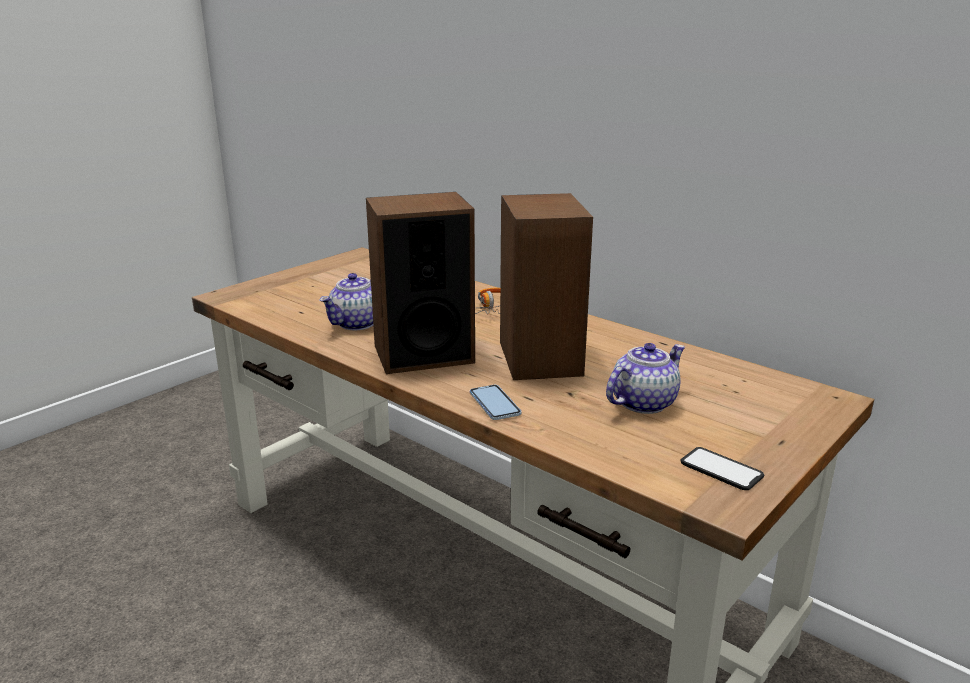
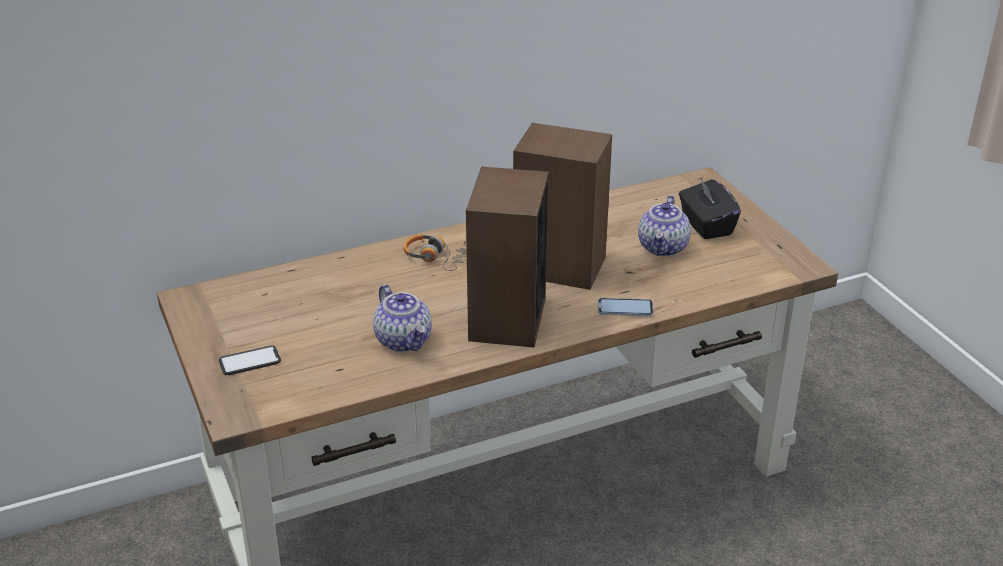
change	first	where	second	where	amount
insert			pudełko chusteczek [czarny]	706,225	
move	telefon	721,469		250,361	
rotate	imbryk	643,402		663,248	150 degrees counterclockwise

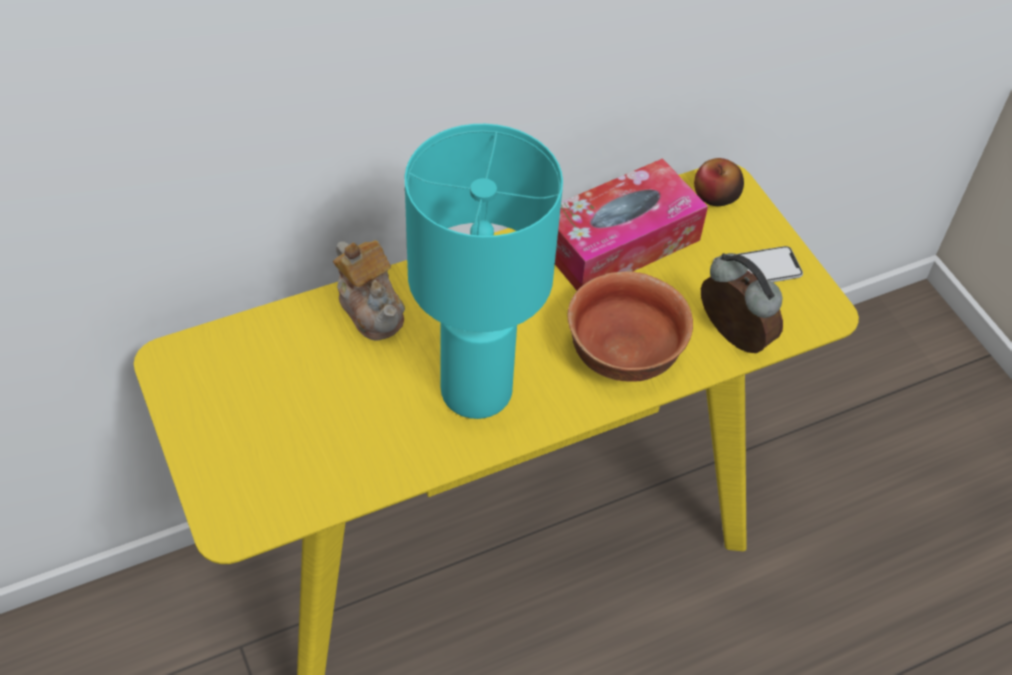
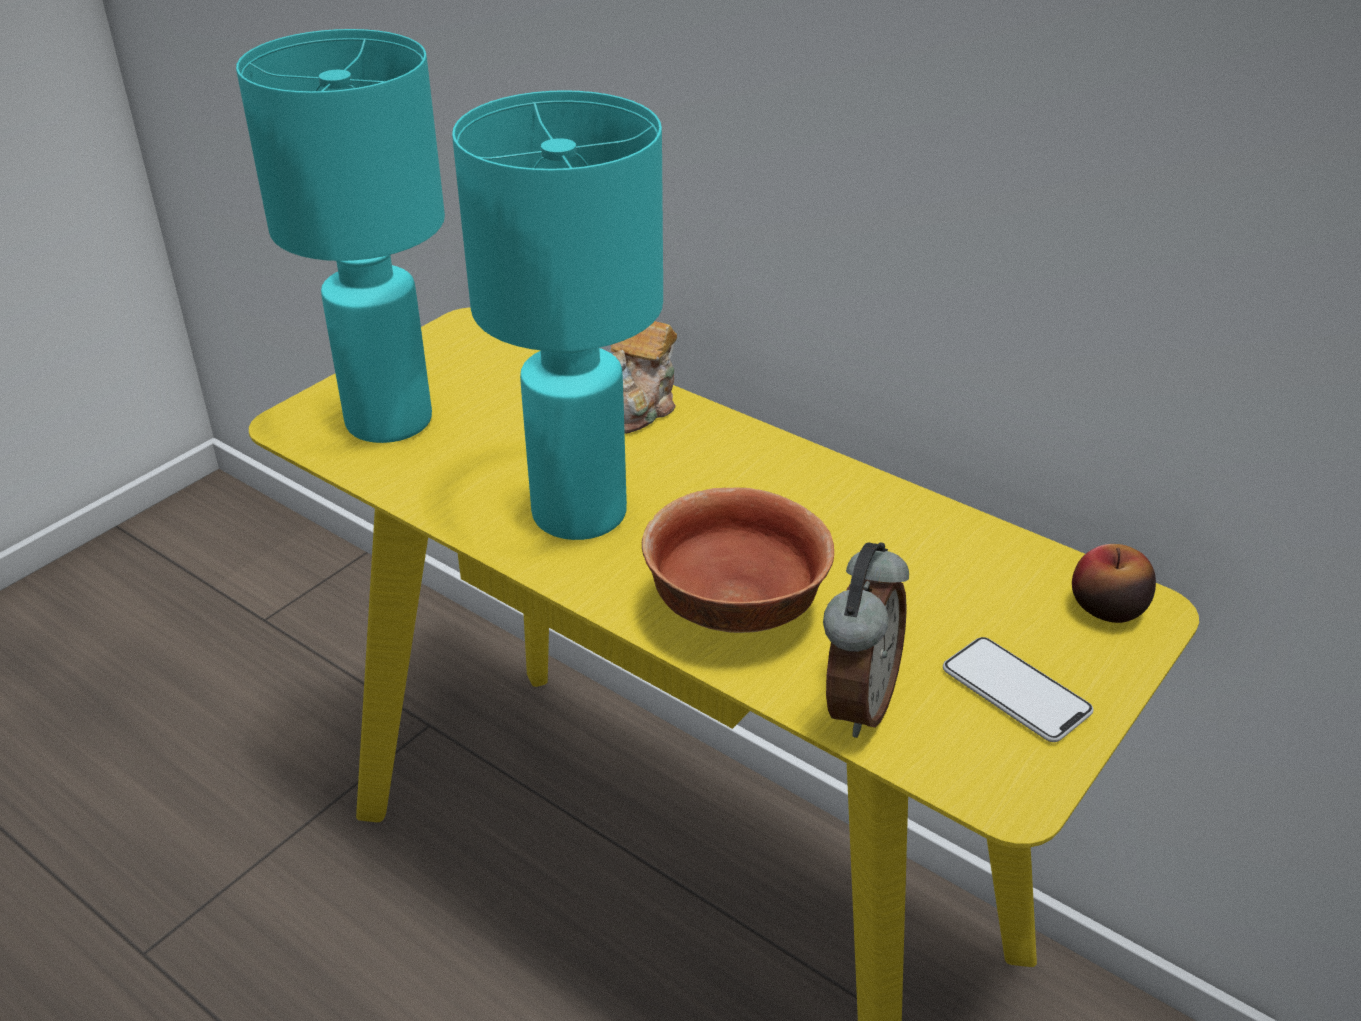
change	first	where	second	where	amount
delete	pudełko chusteczek	619,242			
insert			lampa stołowa [turkusowy]	386,422	

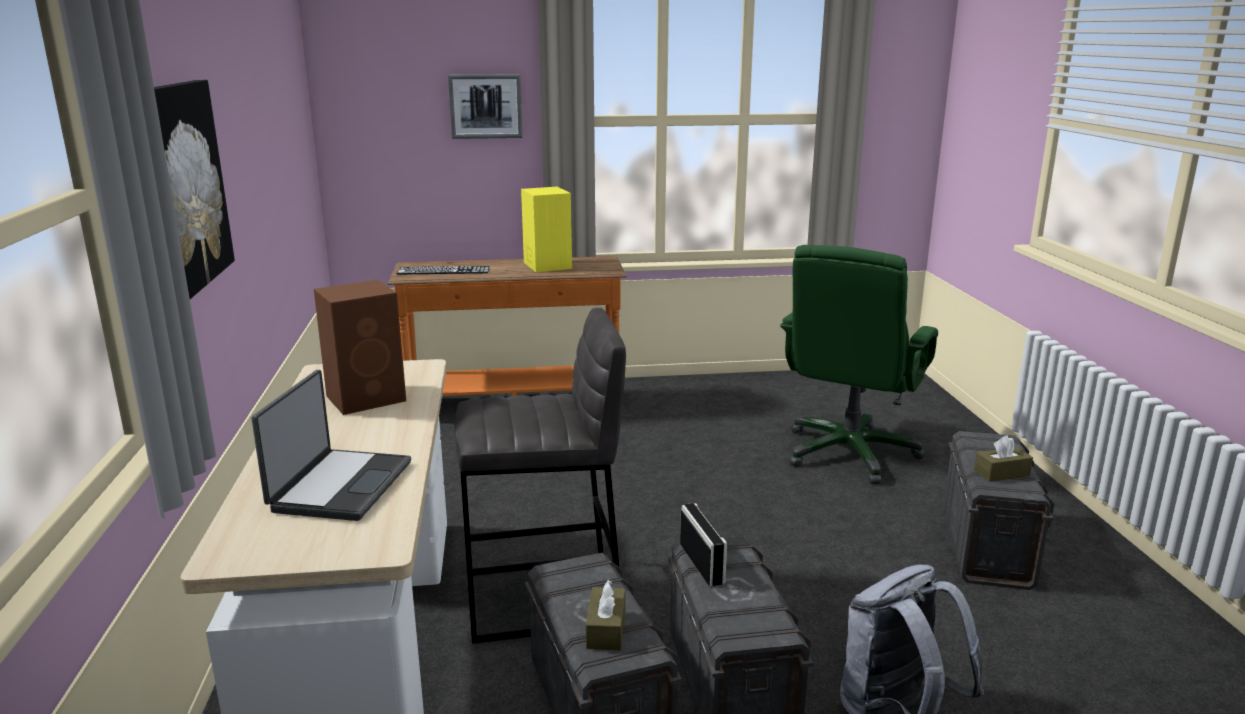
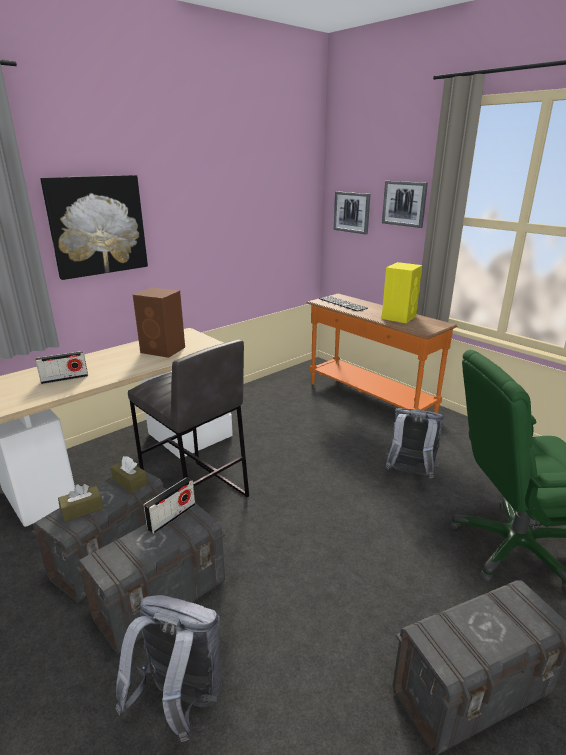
change	first	where	second	where	amount
insert			obraz	352,212	
insert			plecak [szary]	410,474	
move	pudełko chusteczek [brązowy]	1001,473		130,481	
replace	laptop	340,486	radio	64,378	

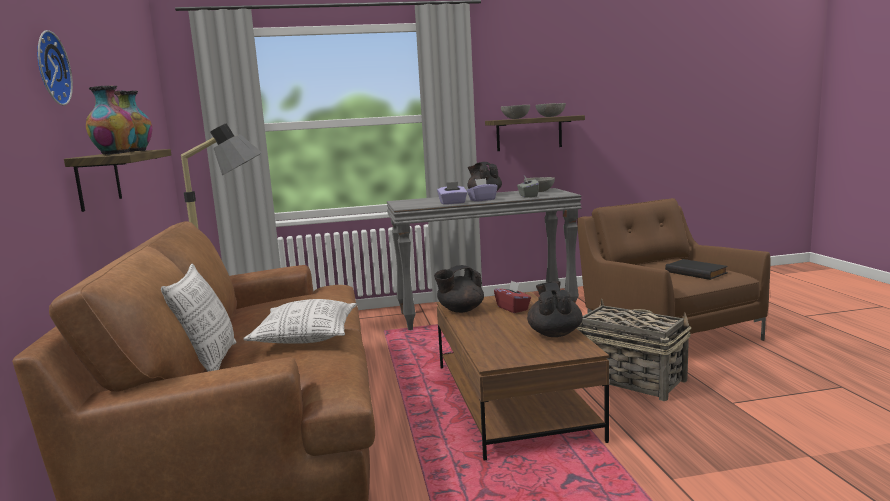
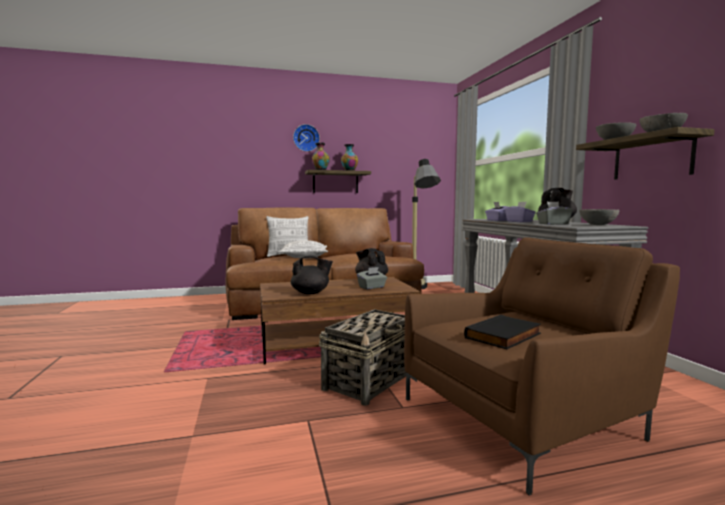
change	first	where	second	where	amount
recolor	pudełko chusteczek [czerwony]	513,308	pudełko chusteczek [szary]	372,287	

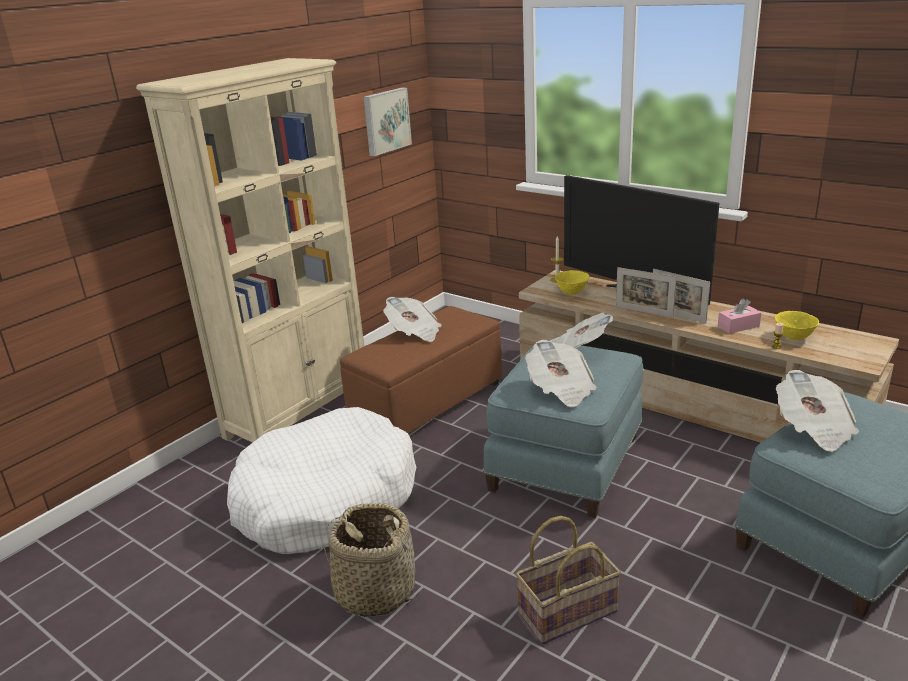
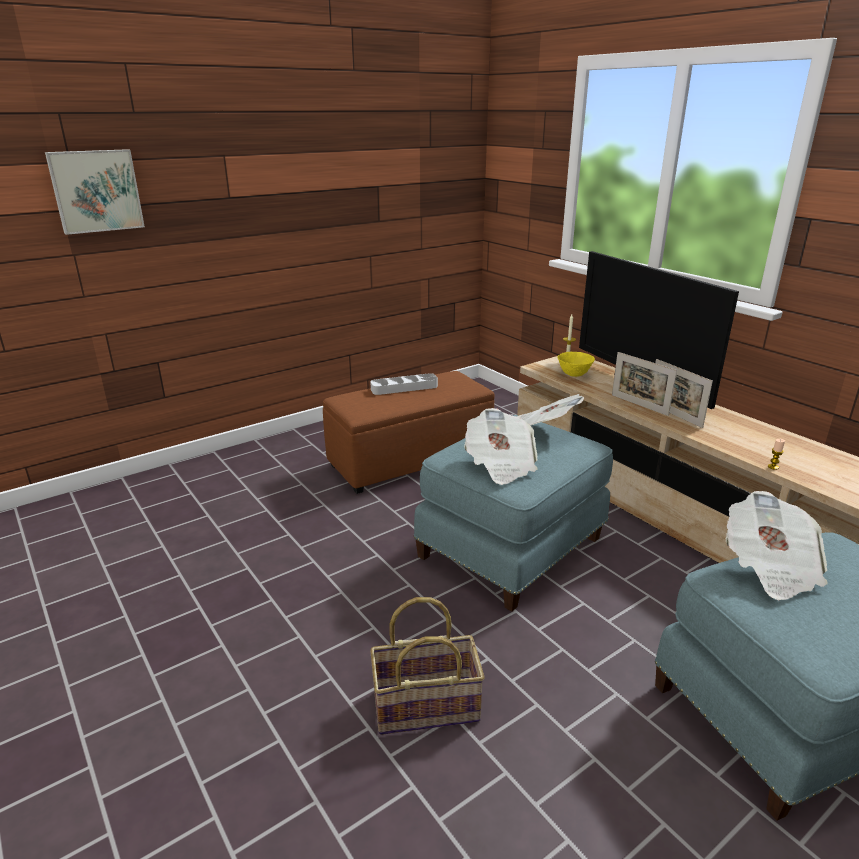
change	first	where	second	where	amount
delete	regał [beżowy]	300,411			
delete	legowisko [biały]	326,500			
delete	koszyk	375,591			
delete	pudełko chusteczek [różowy]	738,326			
delete	miska [żółty]	794,337			
move	obraz	385,121		96,191	
replace	gazeta	414,332	taca [szary]	404,388	

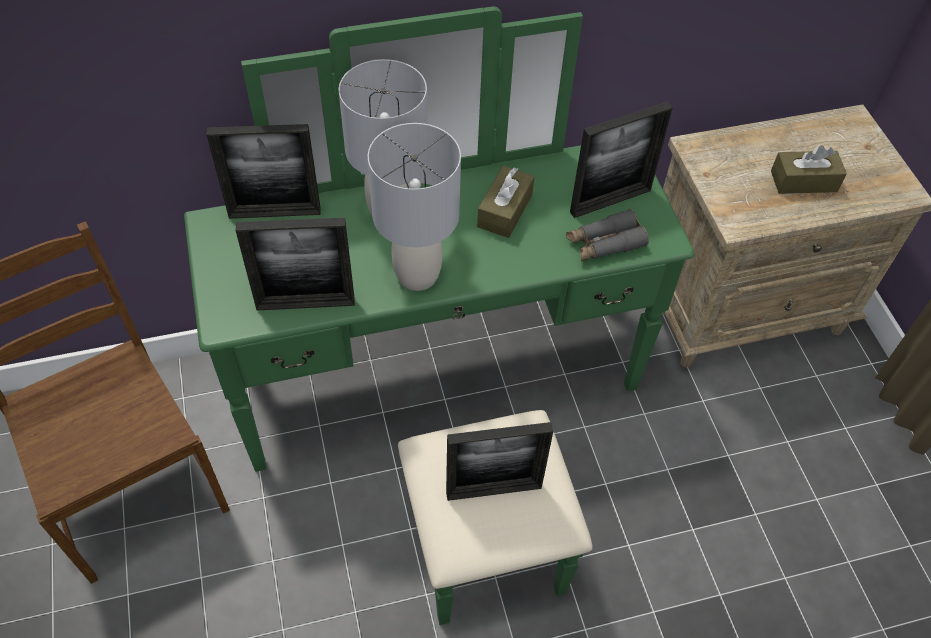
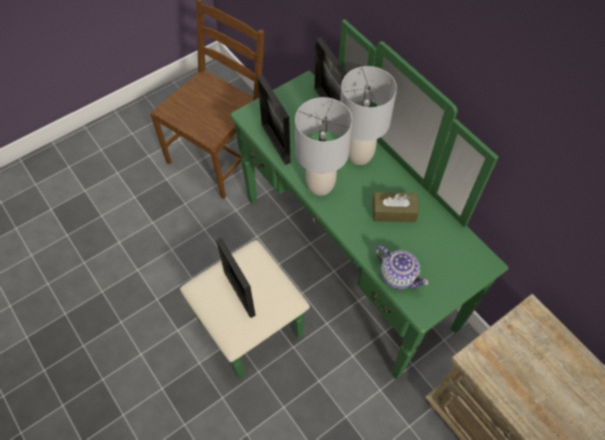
change	first	where	second	where	amount
delete	ramka na zdjęcie	610,201			
delete	pudełko chusteczek [brązowy]	803,181			
replace	lornetka [szary]	604,243	imbryk	398,275	

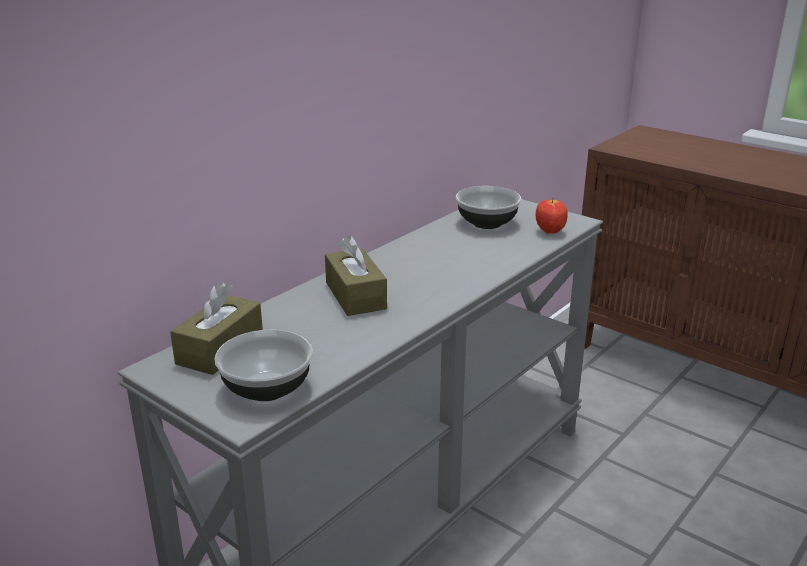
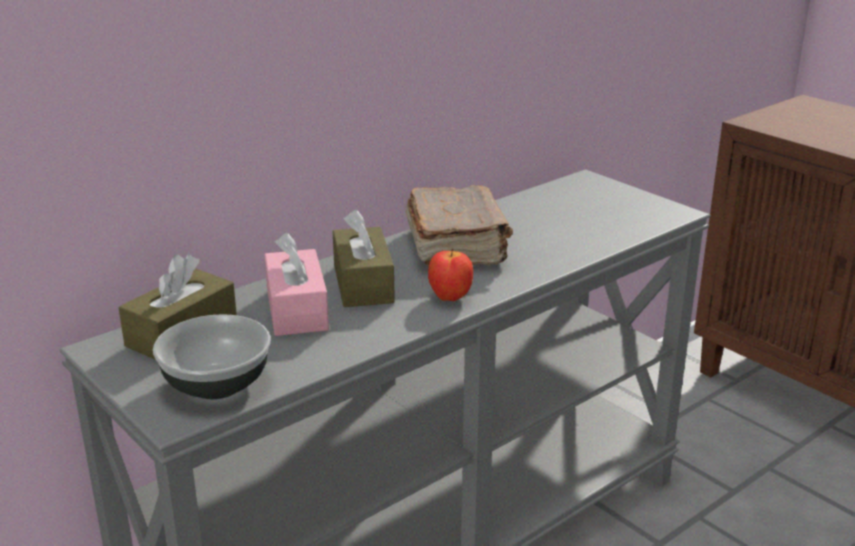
change	first	where	second	where	amount
delete	miska	486,223			
insert			pudełko chusteczek [różowy]	297,310	
insert			książka [brązowy]	457,246	
move	jabłko	549,232		449,298	

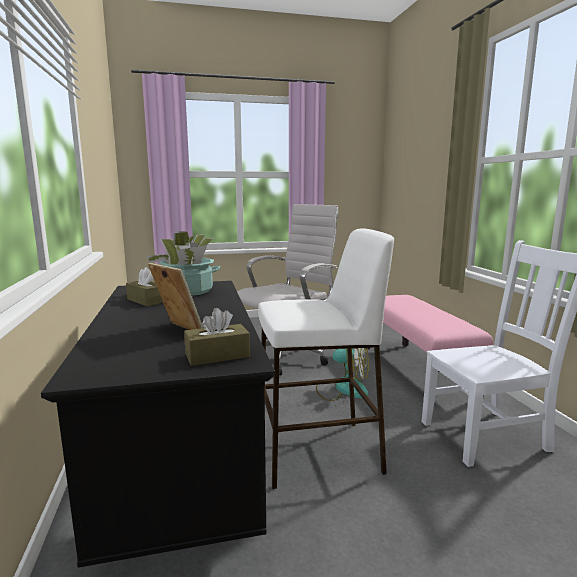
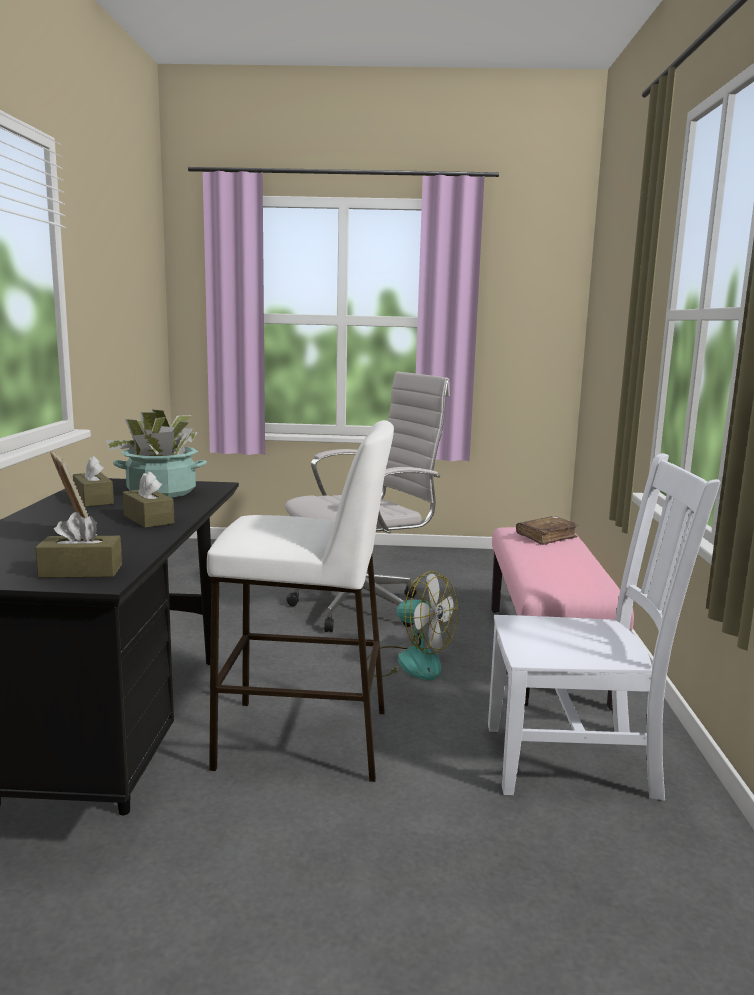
change	first	where	second	where	amount
insert			pudełko chusteczek [brązowy]	148,519	
insert			książka [brązowy]	546,537	

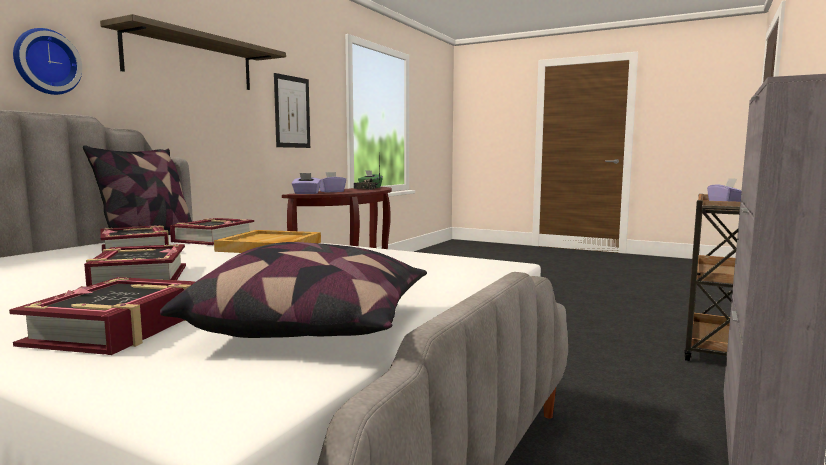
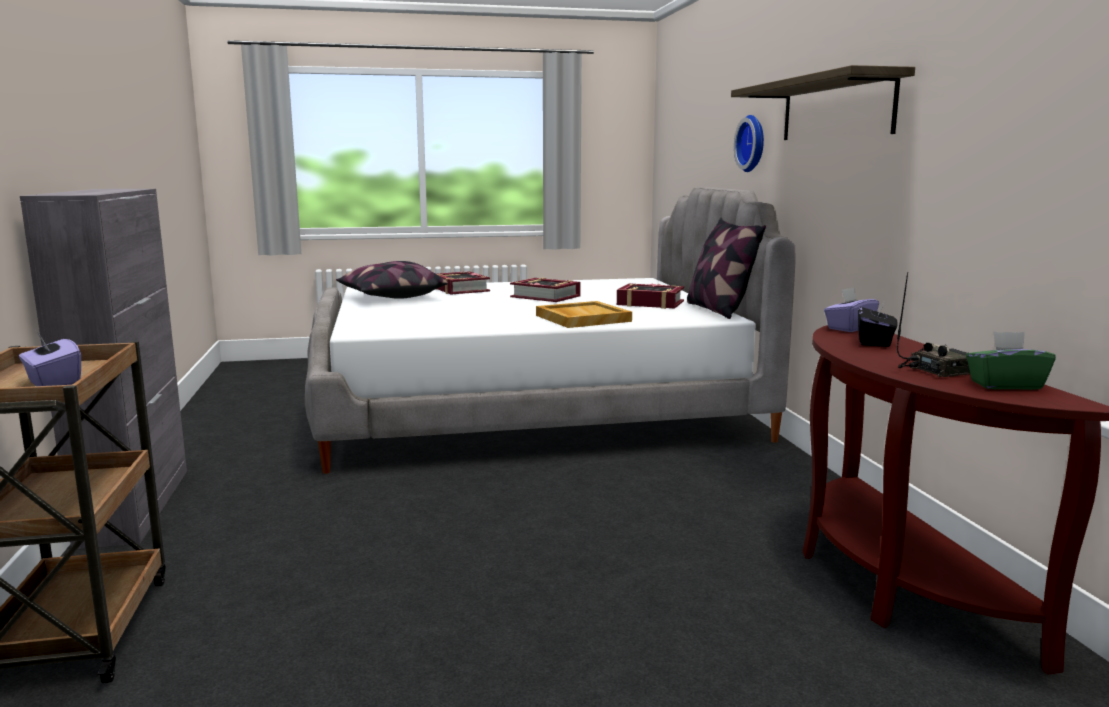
change	first	where	second	where	amount
delete	książka	213,239			
delete	obraz	292,112			
recolor	pudełko chusteczek [fioletowy]	331,191	pudełko chusteczek [czarny]	875,342	

